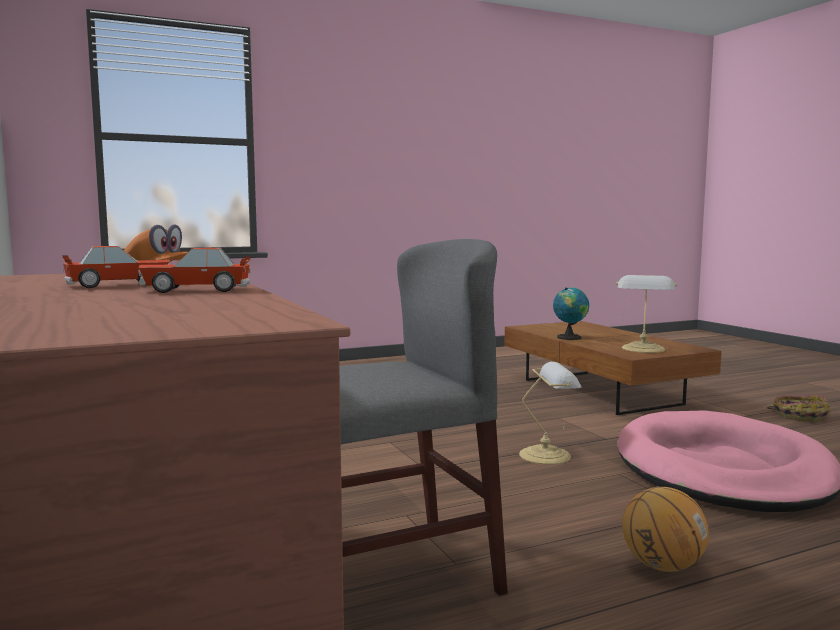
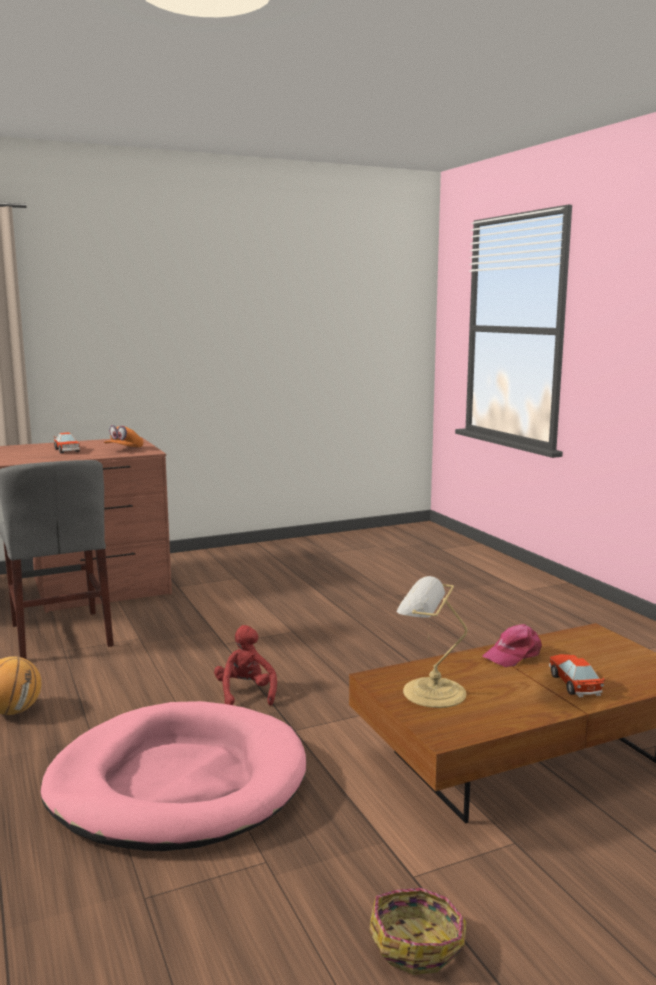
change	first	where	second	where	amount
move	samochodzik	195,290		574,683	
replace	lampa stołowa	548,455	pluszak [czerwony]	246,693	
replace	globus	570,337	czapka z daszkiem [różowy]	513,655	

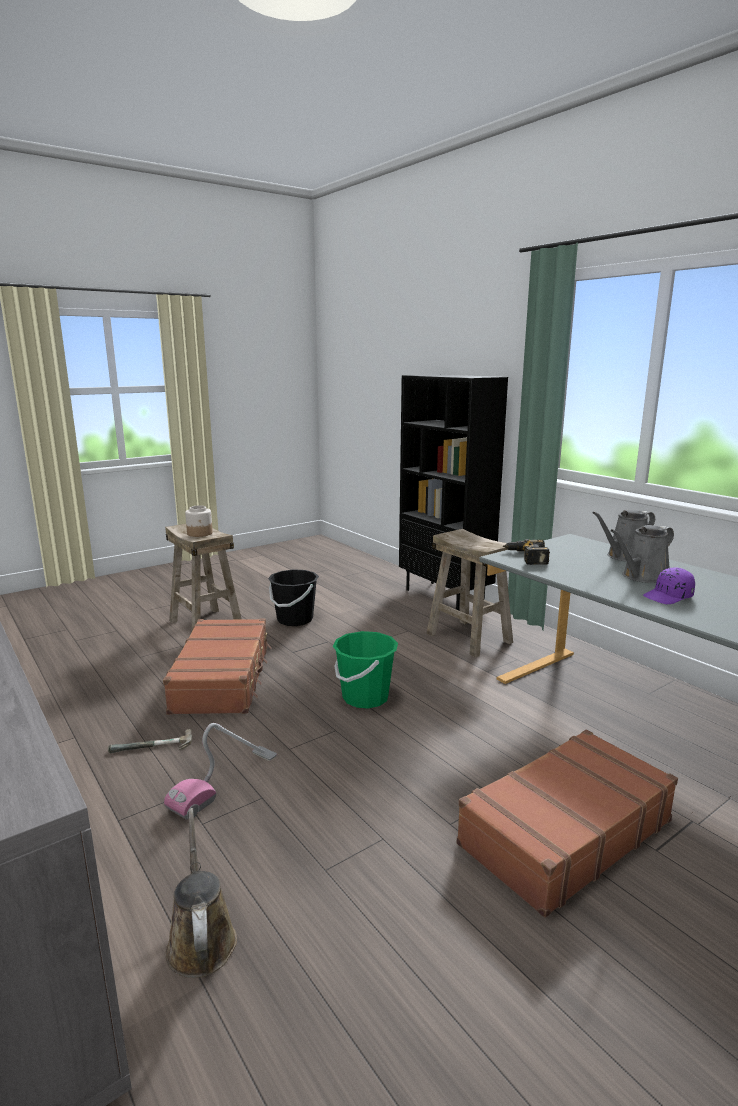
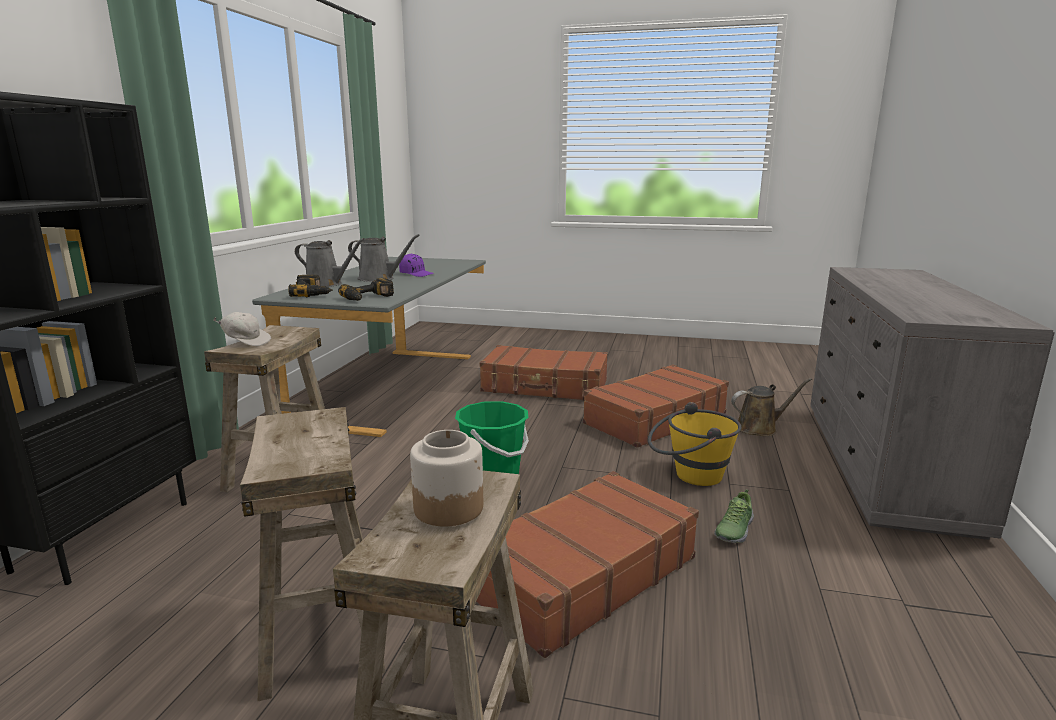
change	first	where	second	where	amount
insert			czapka z daszkiem [biały]	246,342	
insert			wiertarka	313,293	
insert			walizka [brązowy]	654,418	
replace	młotek	151,748	but	733,530	
replace	odkurzacz	225,782	wiadro [żółty]	689,476	
replace	wiadro [czarny]	295,619	stołek [beżowy]	321,633	
rotate	konewka [brązowy]	201,939		760,428	135 degrees counterclockwise

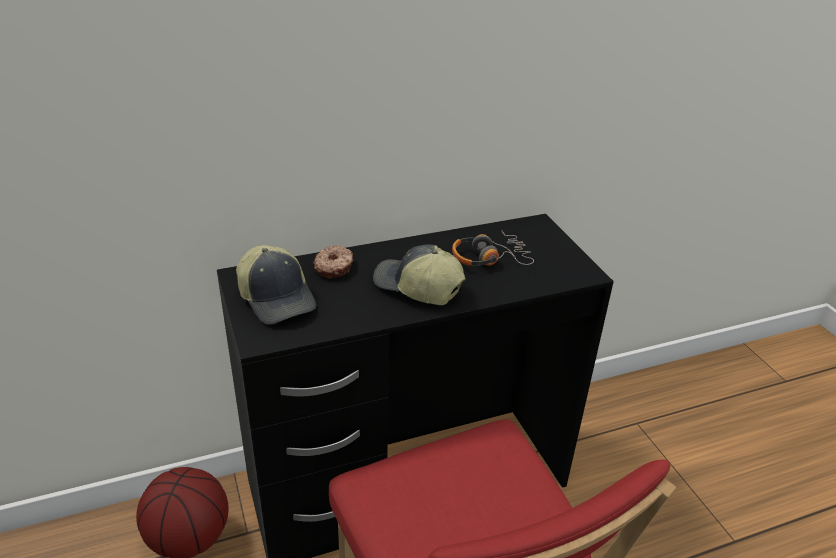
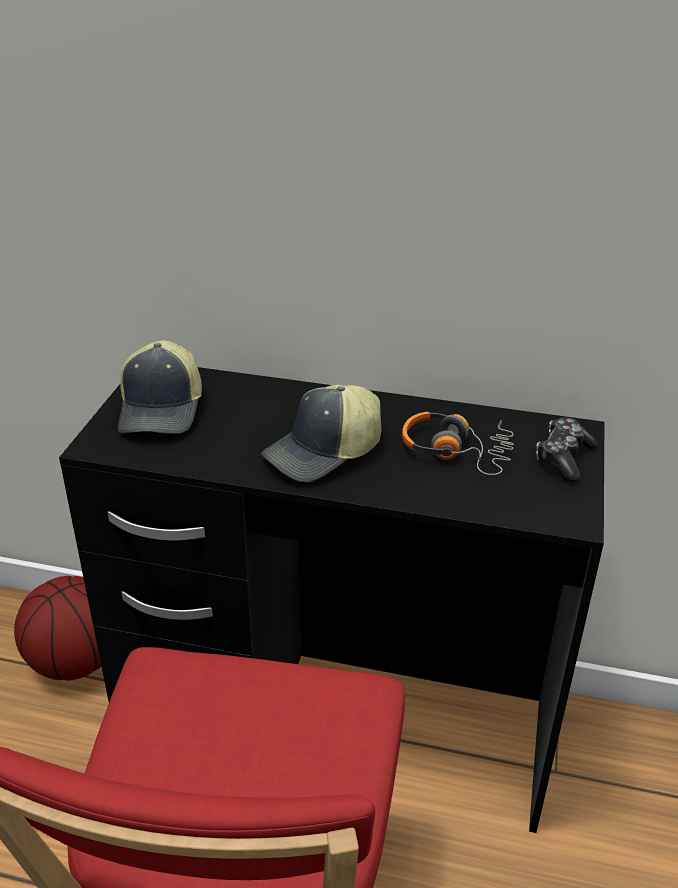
change	first	where	second	where	amount
delete	donut	334,267			
insert			pad do gier	563,458	
rotate	czapka z daszkiem	417,287		324,453	105 degrees counterclockwise

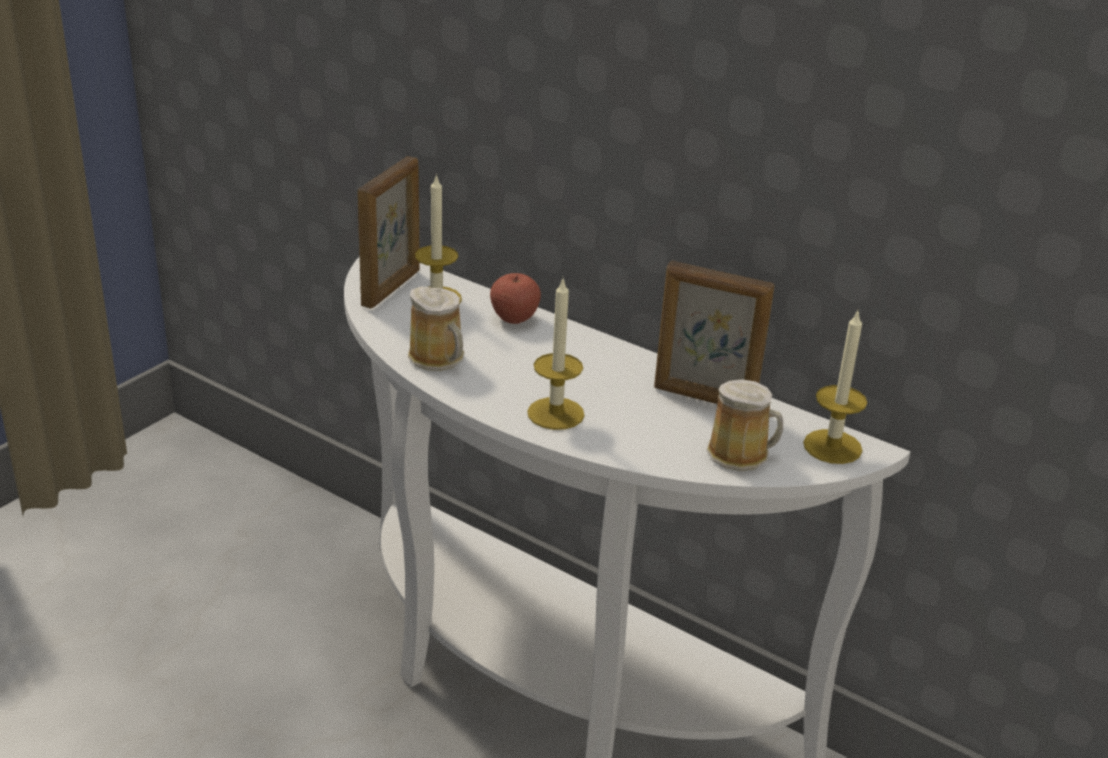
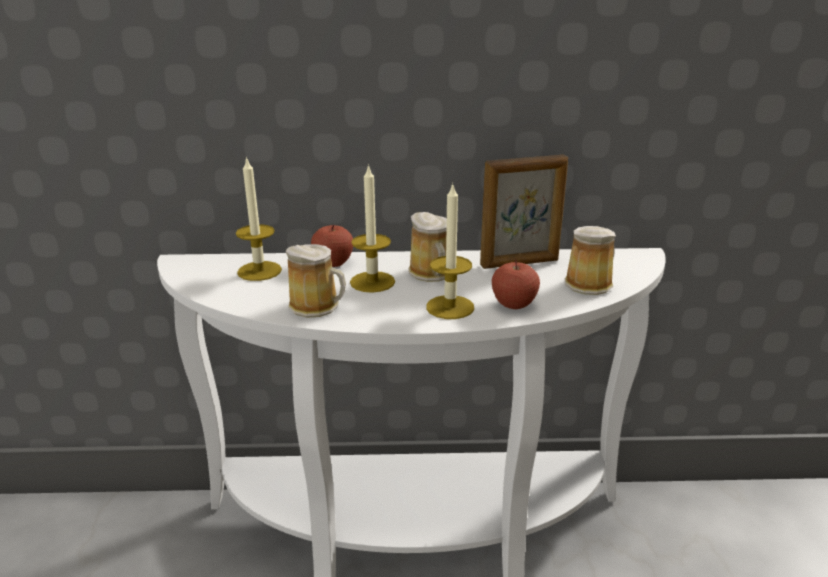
change	first	where	second	where	amount
delete	ramka na zdjęcie	392,288			
insert			kubek	432,274	
insert			jabłko	514,304	
move	świeca	832,446		372,282	

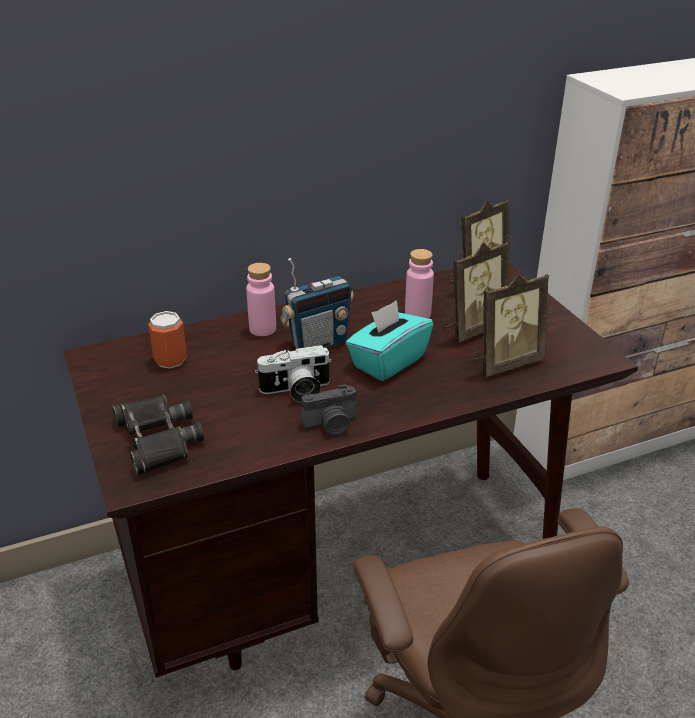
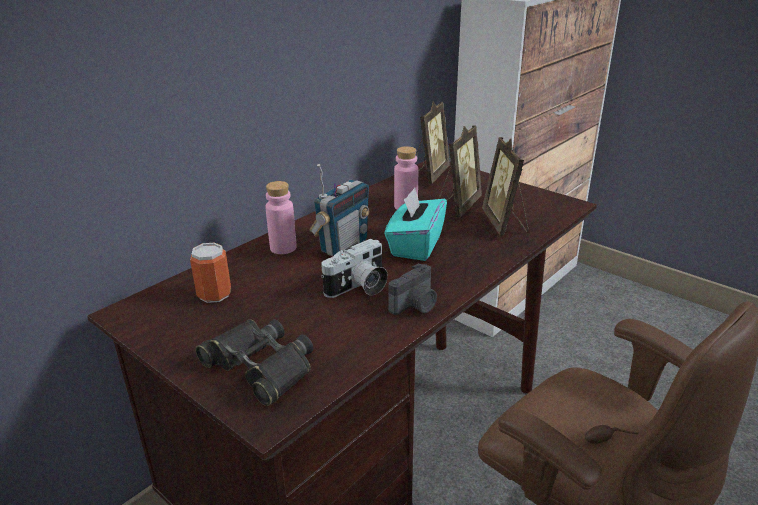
change	first	where	second	where	amount
rotate	ramka na zdjęcie	505,362		505,223	135 degrees clockwise

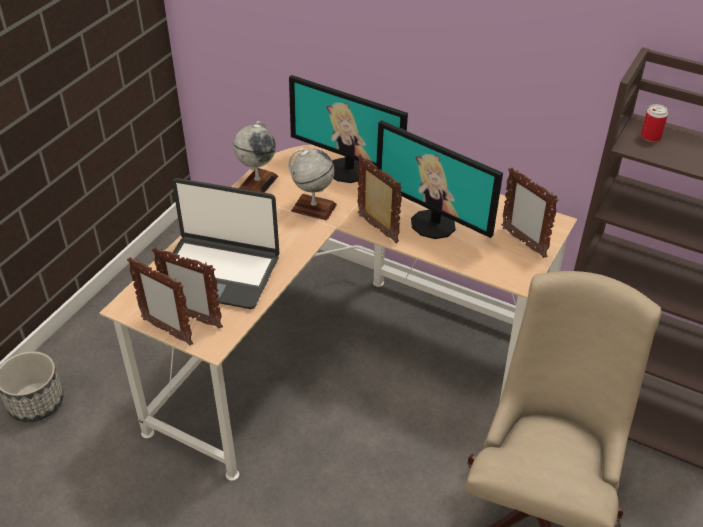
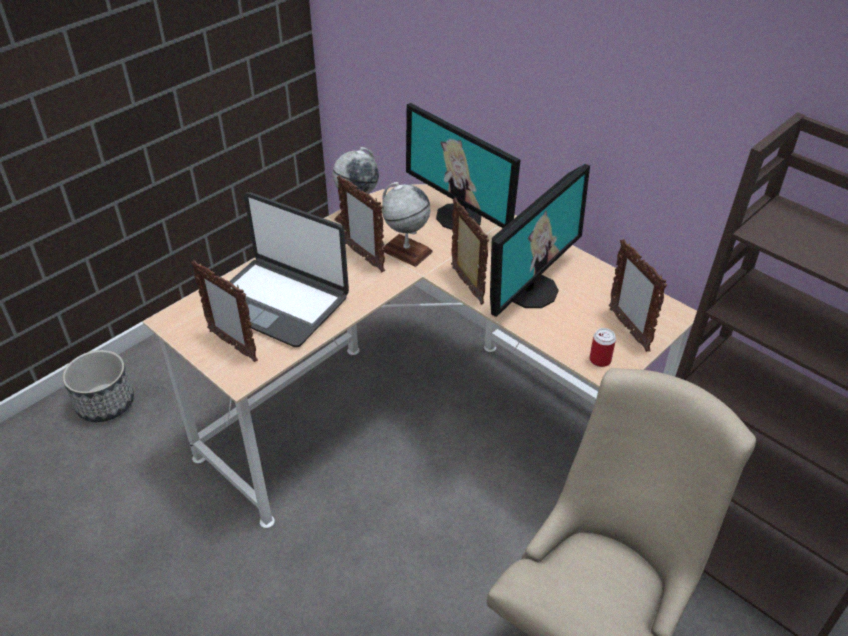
change	first	where	second	where	amount
move	ramka na zdjęcie	167,331		363,257	
move	puszka	650,136		600,360	
rotate	monitor	433,224		532,290	105 degrees counterclockwise

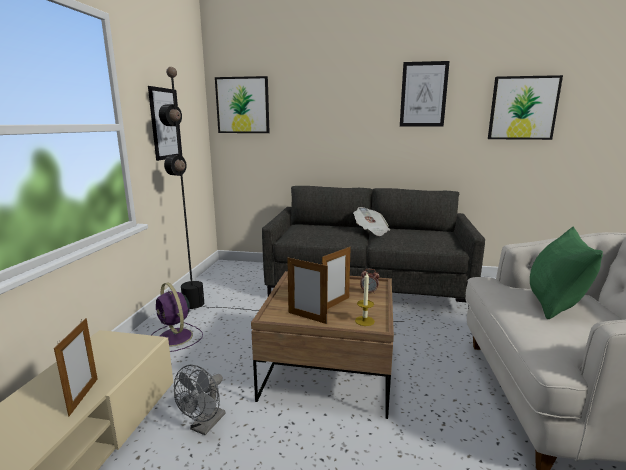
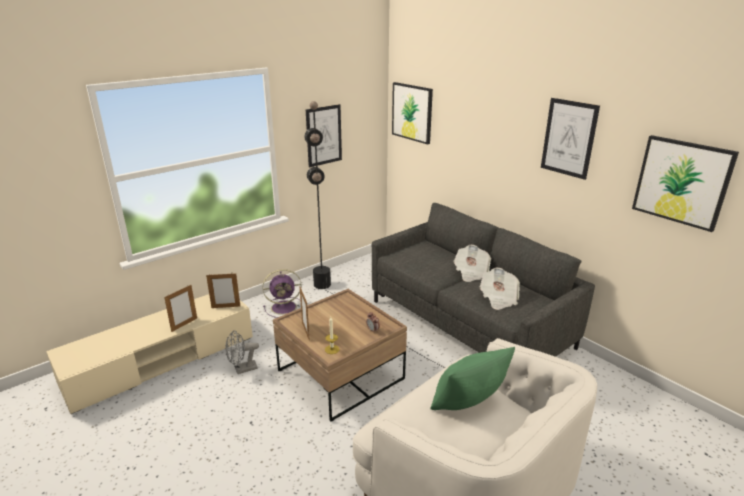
change	first	where	second	where	amount
insert			gazeta	498,298	
move	ramka na zdjęcie	335,304		226,307	
rotate	wentylator [fioletowy]	175,338		285,307	105 degrees counterclockwise

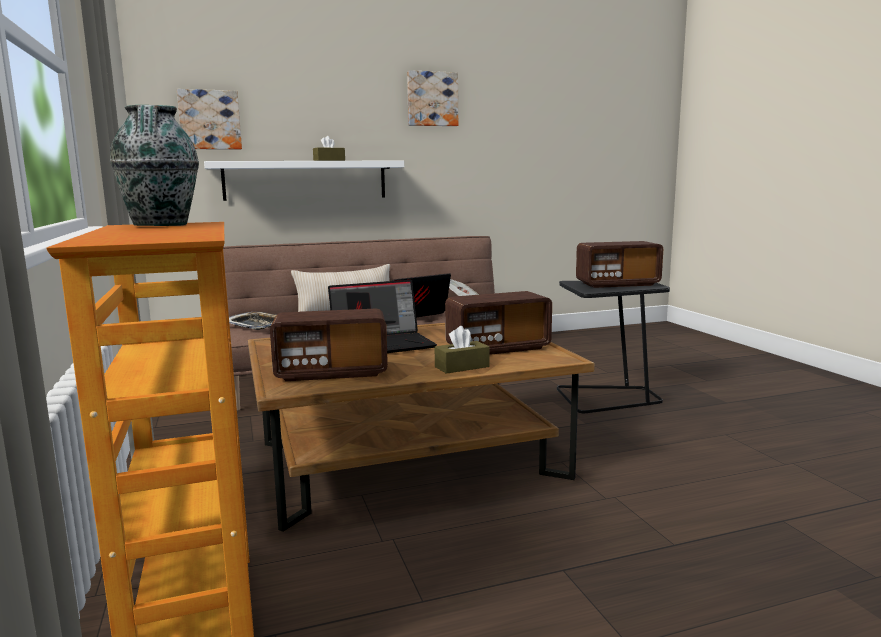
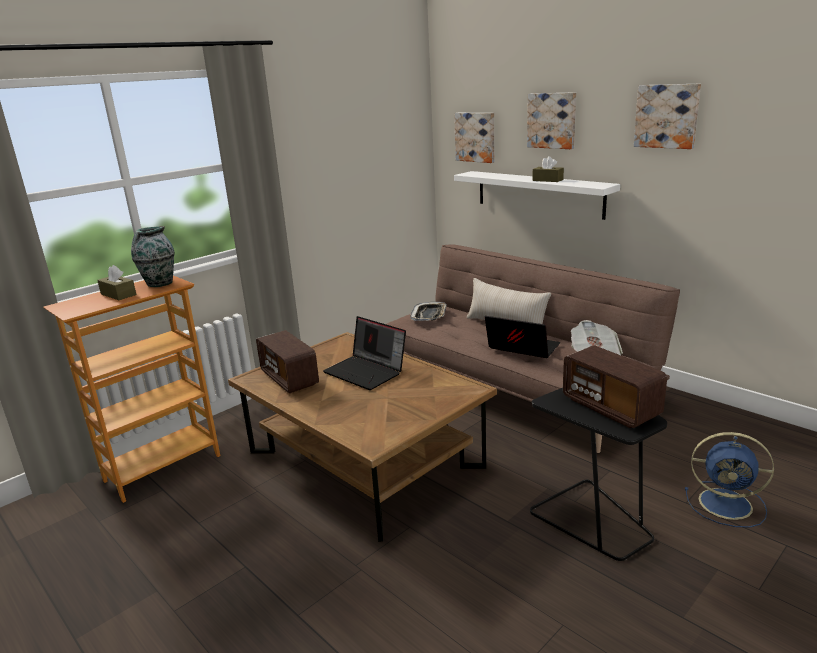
change	first	where	second	where	amount
delete	radio	497,348			
insert			obraz	552,120	
insert			wentylator [niebieski]	727,504	
move	pudełko chusteczek [brązowy]	462,367		118,294	

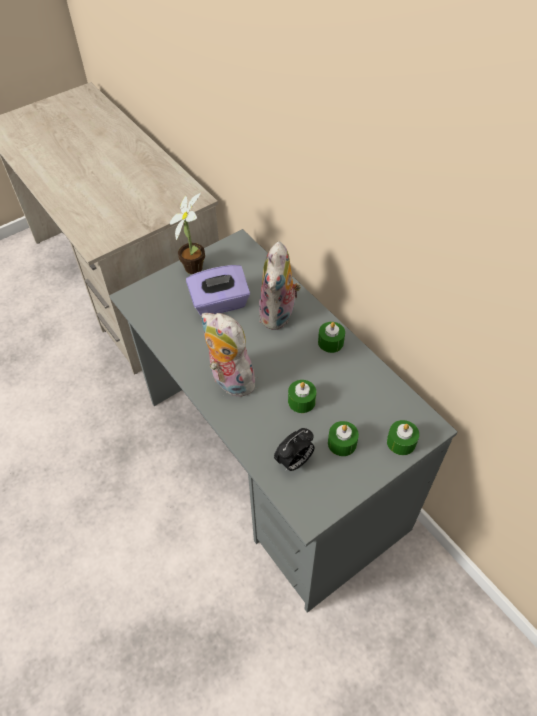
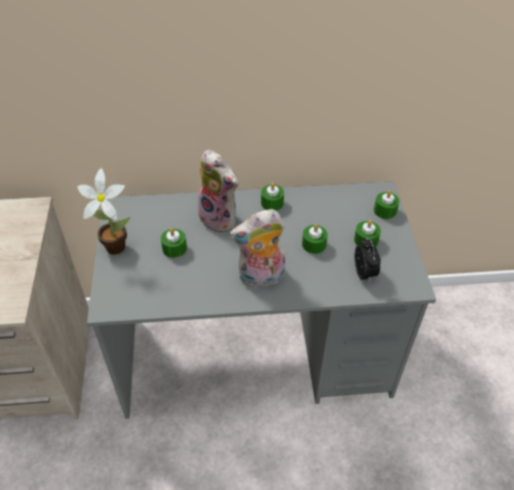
change	first	where	second	where	amount
replace	pudełko chusteczek [fioletowy]	220,304	świeca [zielony]	174,248	

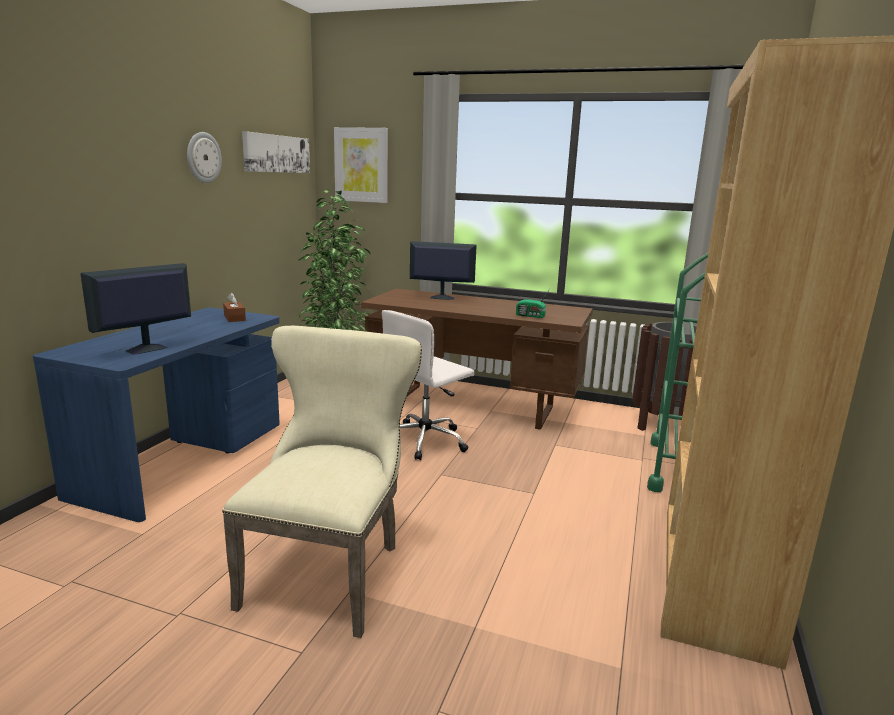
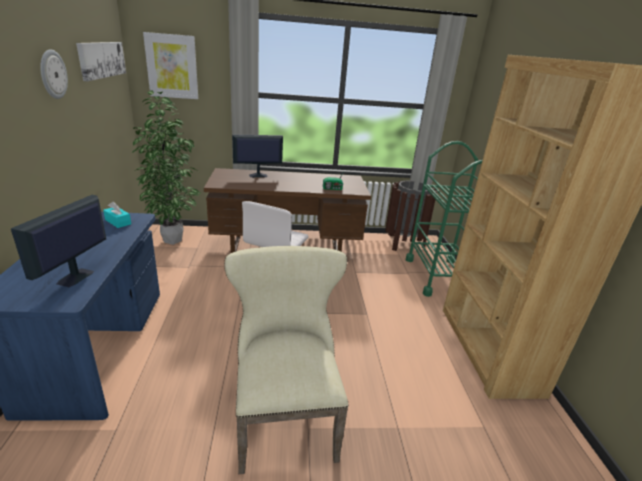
change	first	where	second	where	amount
recolor	pudełko chusteczek [brązowy]	234,318	pudełko chusteczek [turkusowy]	118,222	

